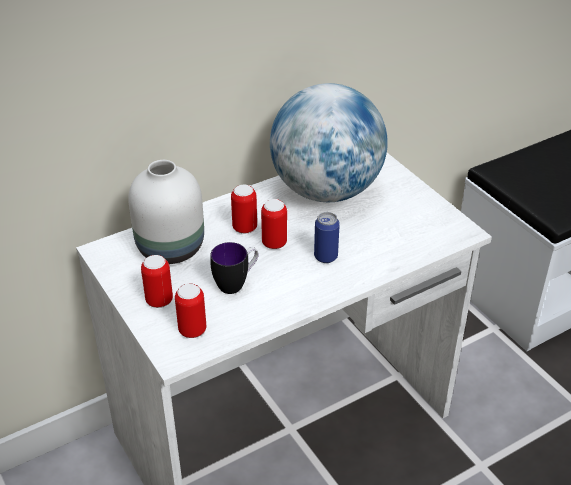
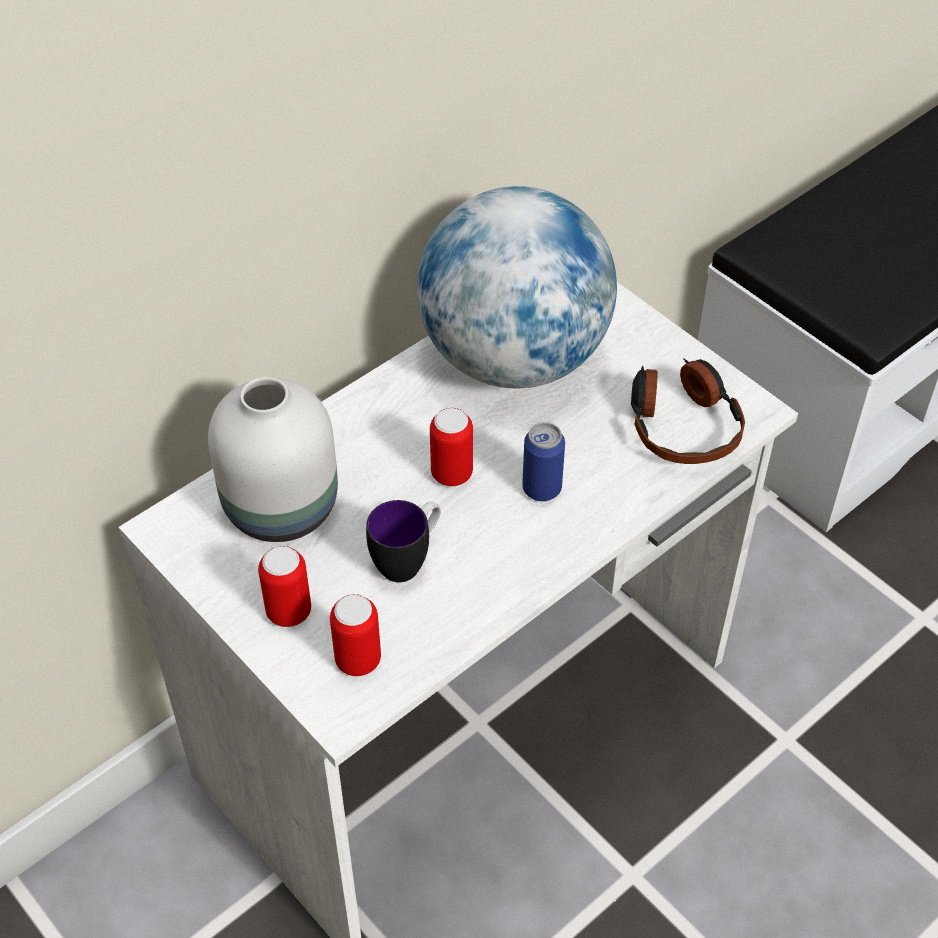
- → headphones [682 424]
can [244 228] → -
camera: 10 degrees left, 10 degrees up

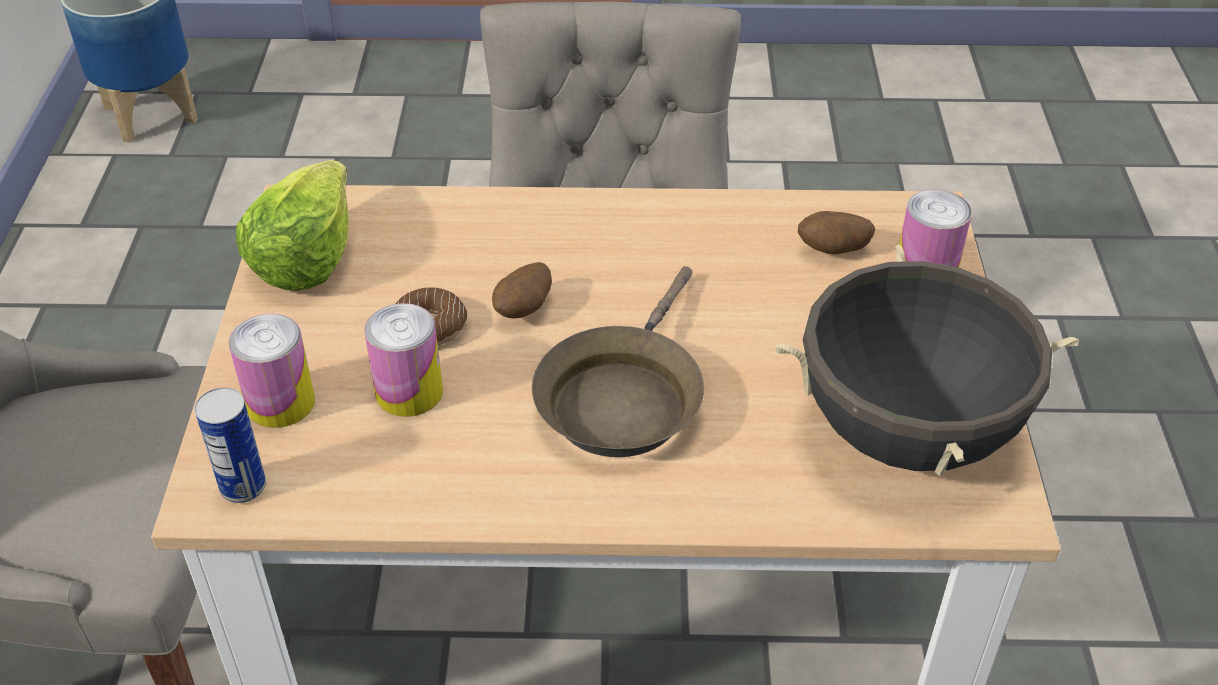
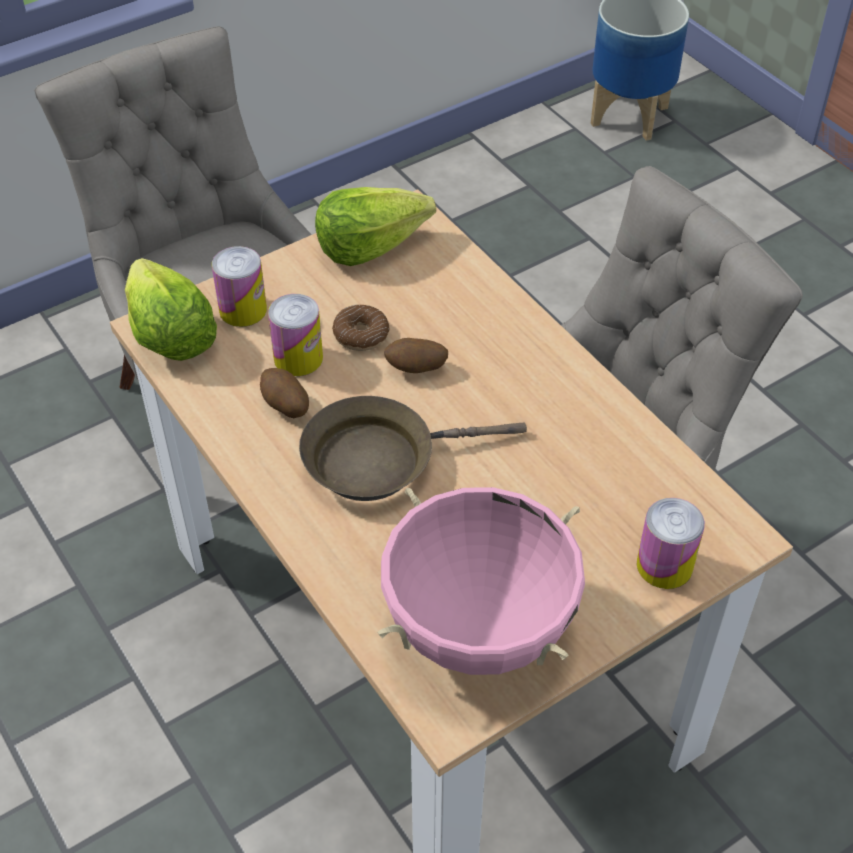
can [243 487] → lettuce [169 334]
potato [833 251] → potato [285 406], shifted
black cooking pot [906 432] → pink cooking pot [478 627]
camera: 55 degrees right, 5 degrees up

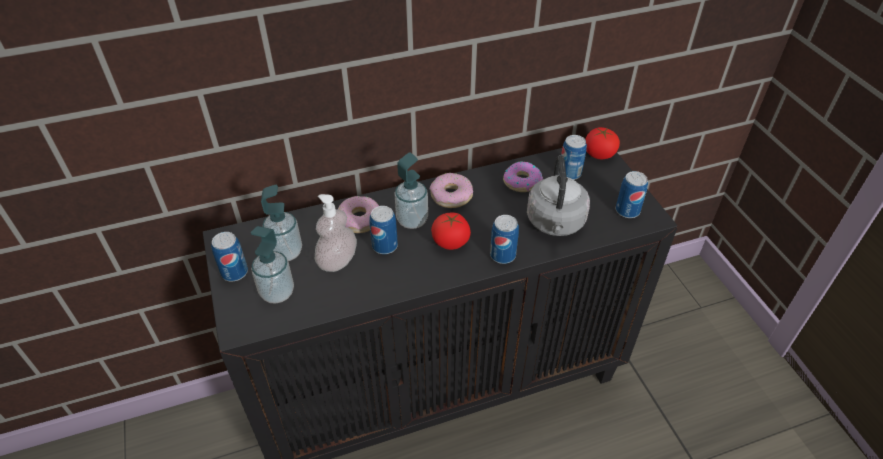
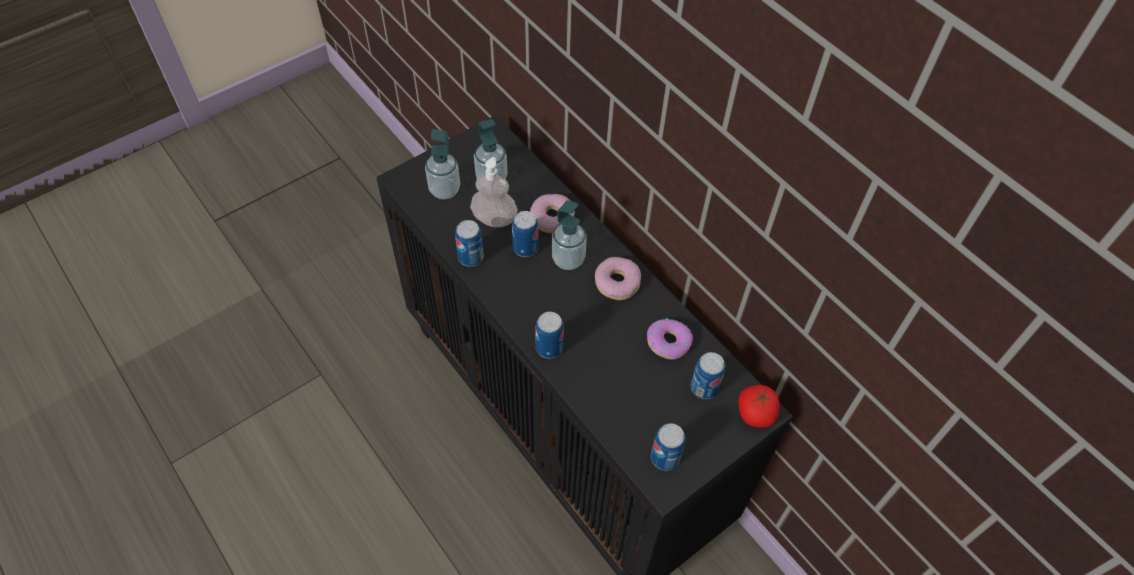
can [234 272] → can [470 257], shifted
tomato [450 242] → -
grey kettle [555 223] → -
camera: 70 degrees right, 10 degrees up

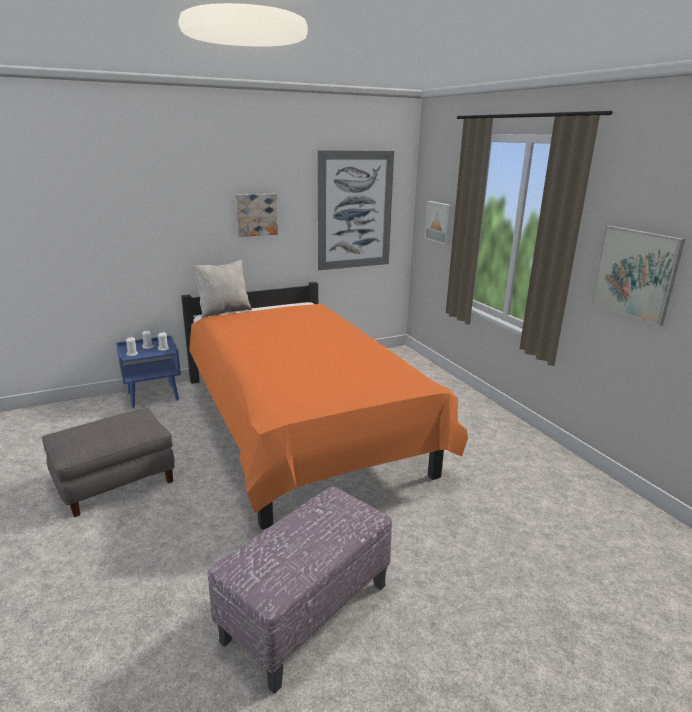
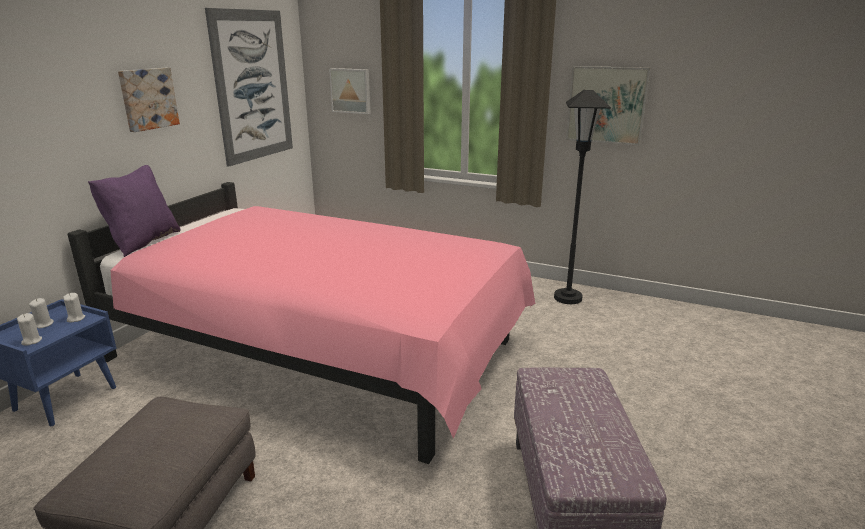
orange bed [300 427] → pink bed [323 353]
beige pillow [224 311] → purple pillow [142 242]
- → black floor lamp [568 298]
camera: 40 degrees left, 0 degrees up

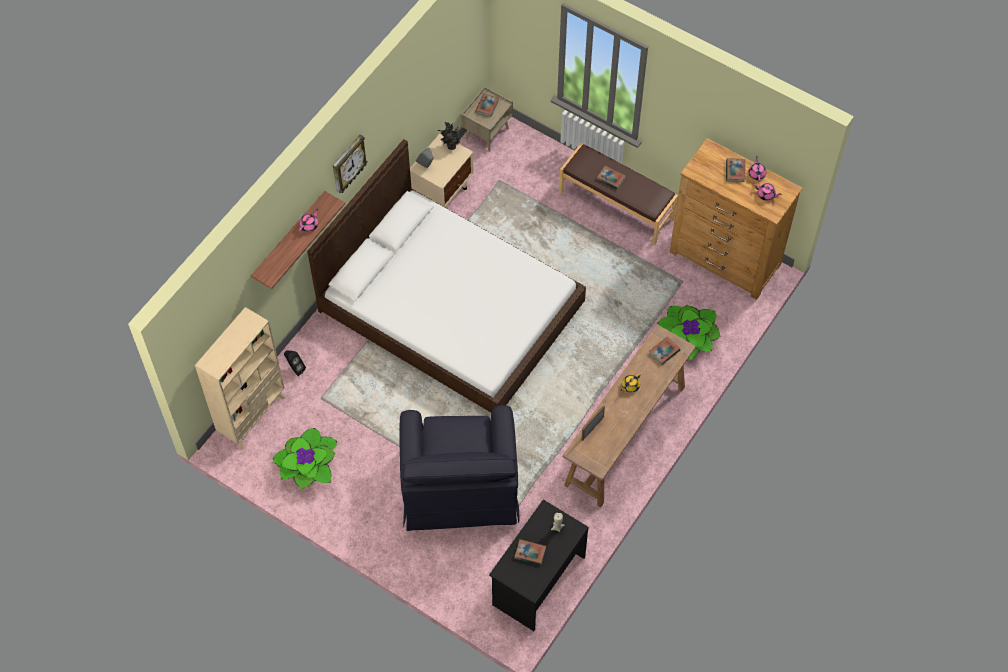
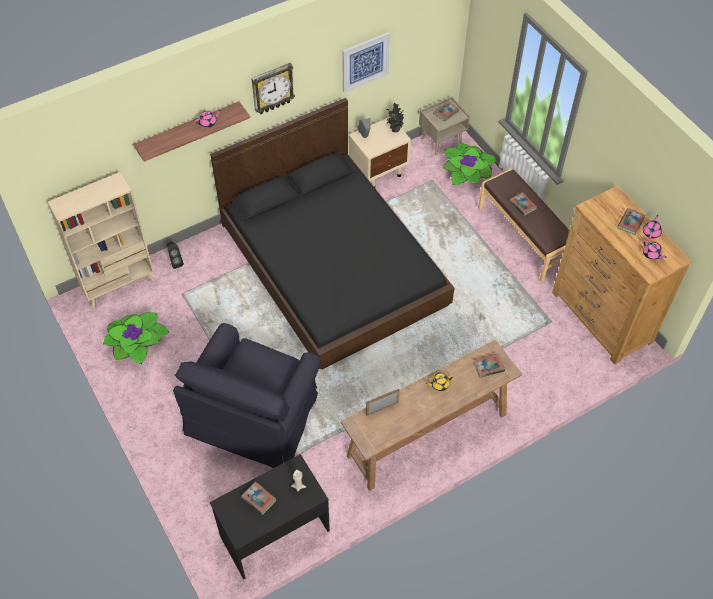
white bed [451 307] → black bed [333 263]
- → picture [365 61]
potted plant [688 338] → potted plant [466 174], shifted
camera: 25 degrees right, 5 degrees down

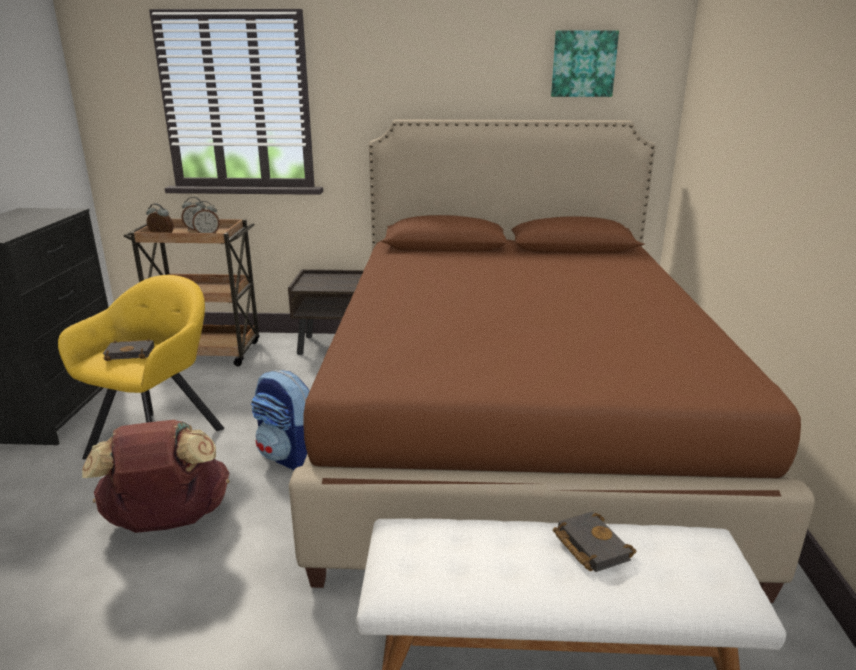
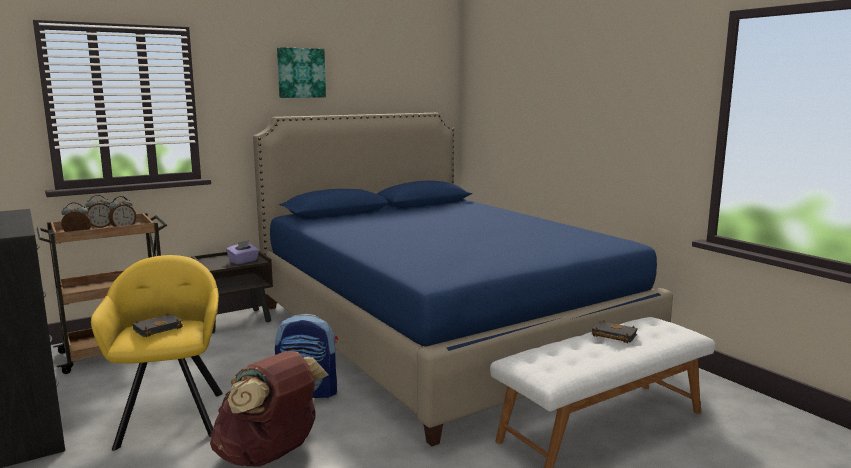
- → purple tissue box [243 261]
brown bed [513 427] → blue bed [440 333]
picture [583 64] → picture [301 73], shifted
camera: 35 degrees left, 10 degrees down

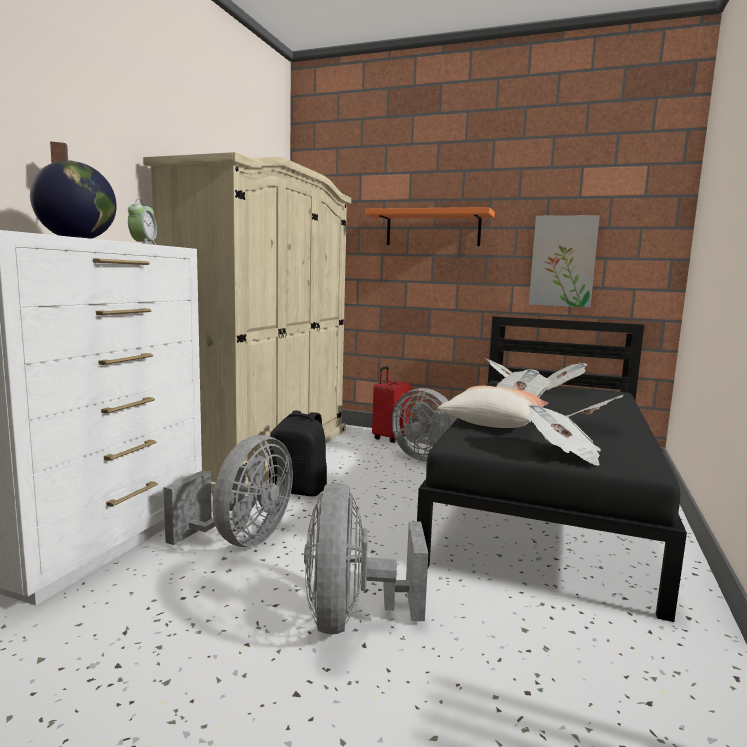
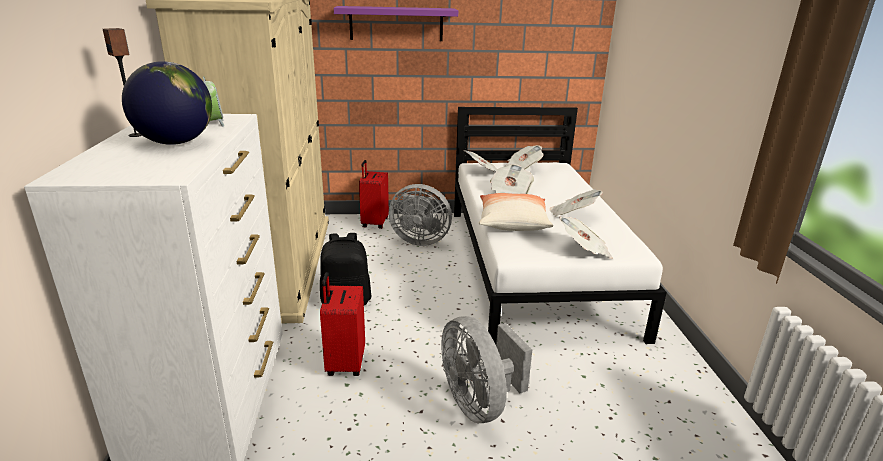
grey fan [241 540] → red suitcase [344 363]
orange shelf [433 229] → purple shelf [396 23]
black bed [547 502] → white bed [534 266]
picture [563 261] → -
camera: 25 degrees left, 15 degrees up

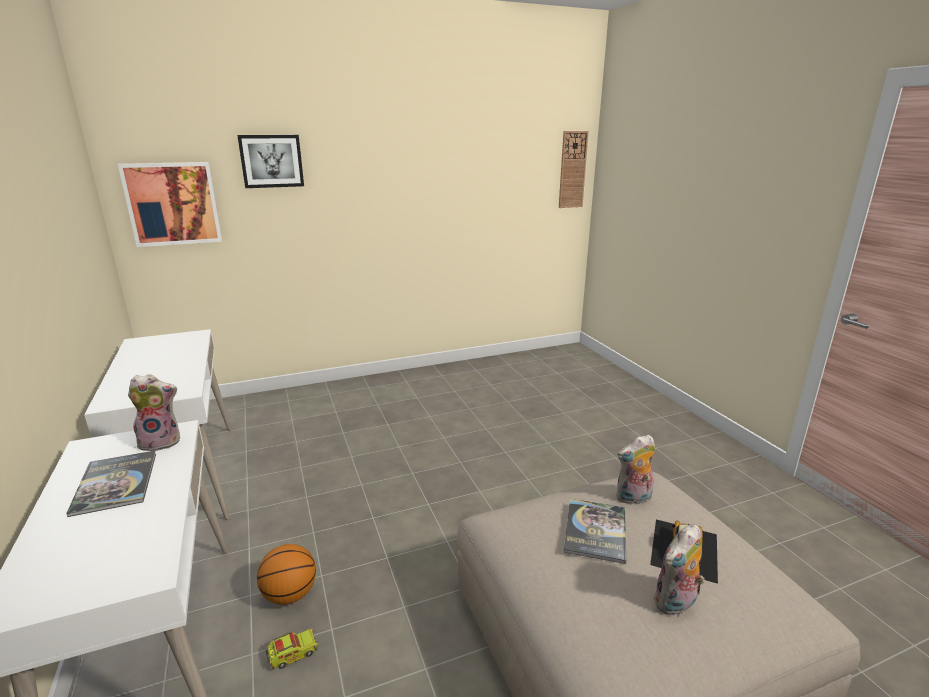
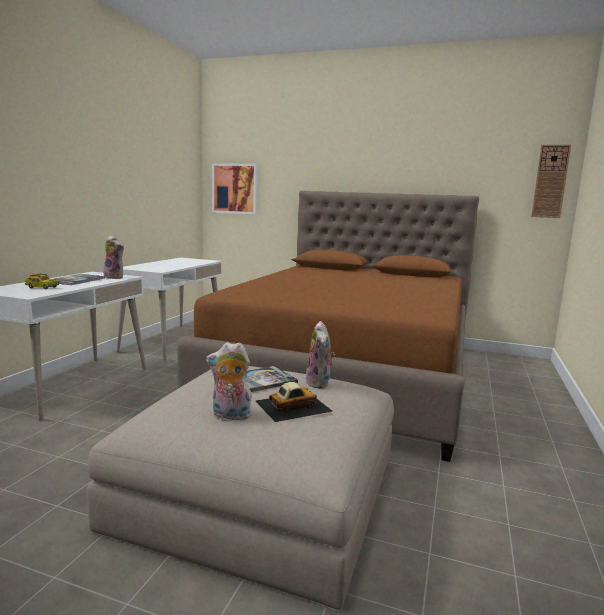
toy truck [292 654] → toy truck [42 287], shifted
- → brown bed [348 373]
plush toy [633 499] → plush toy [319 383], 120 degrees counterclockwise
picture [271 161] → -
basketball [290 594] → -
camera: 40 degrees right, 10 degrees down

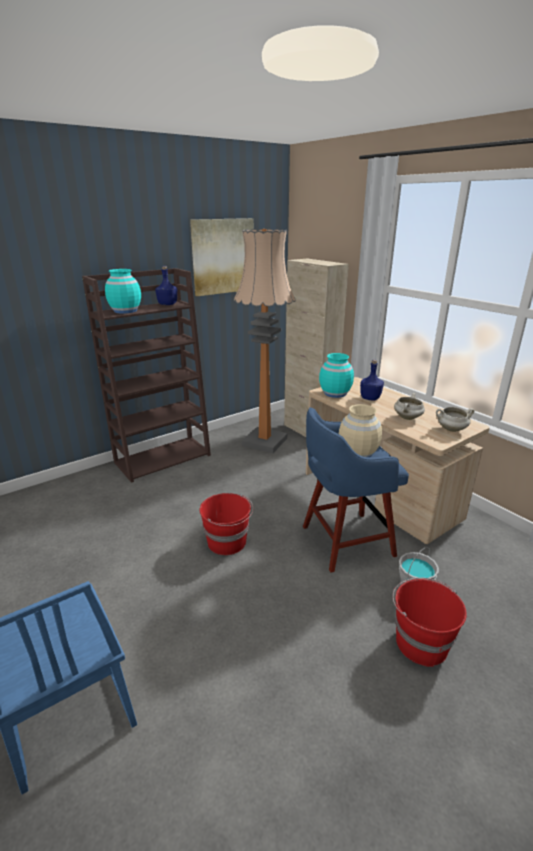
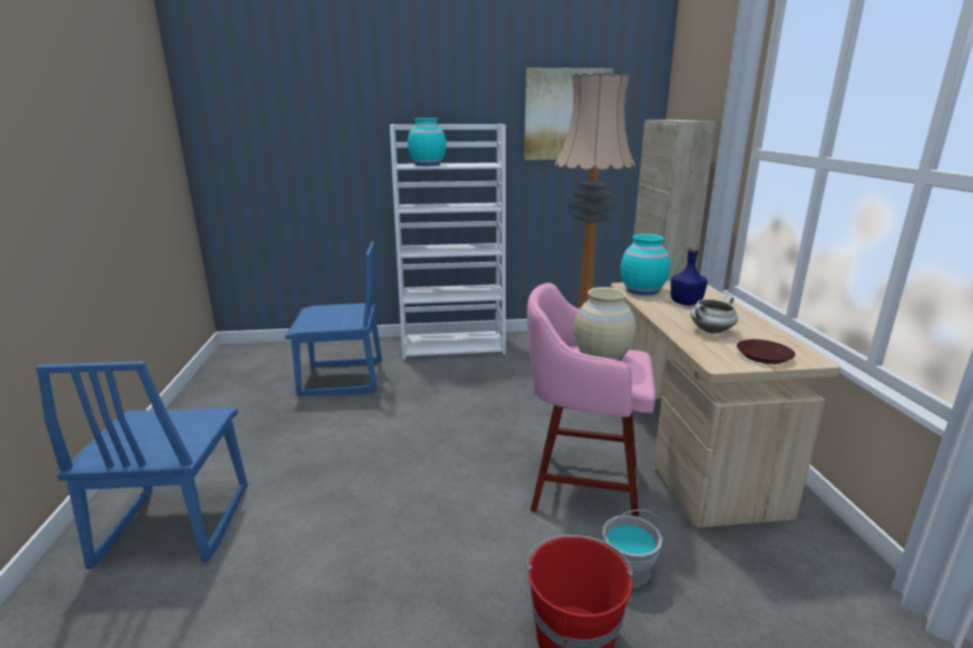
- → blue chair [342 379]
brown bookcase [163 458] → white bookcase [454 345]
blue stool [344 541] → pink stool [581 485]
white cooking pot [451 430] → brown plate [763 356]
blue bottle [167 304] → -
red bucket [227 542] → -
camera: 30 degrees right, 5 degrees down

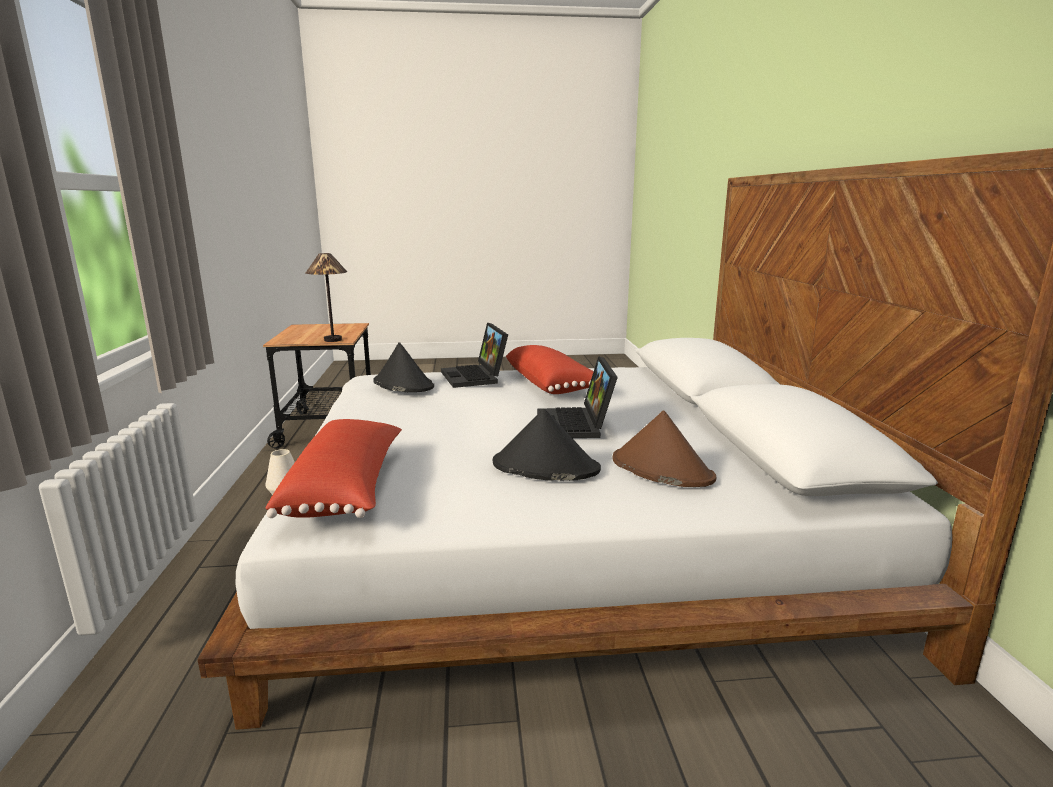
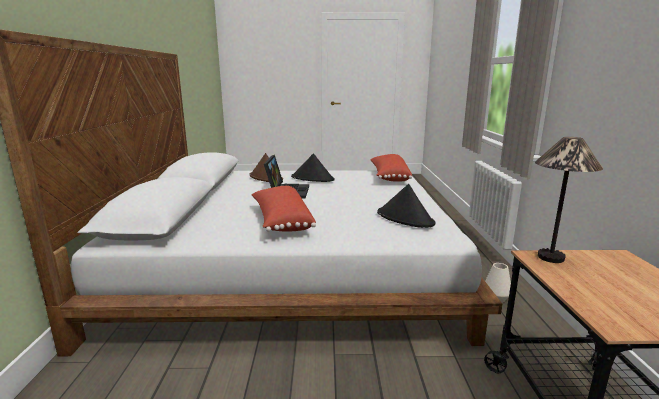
laptop [476 377] → -
camera: 175 degrees left, 0 degrees up

